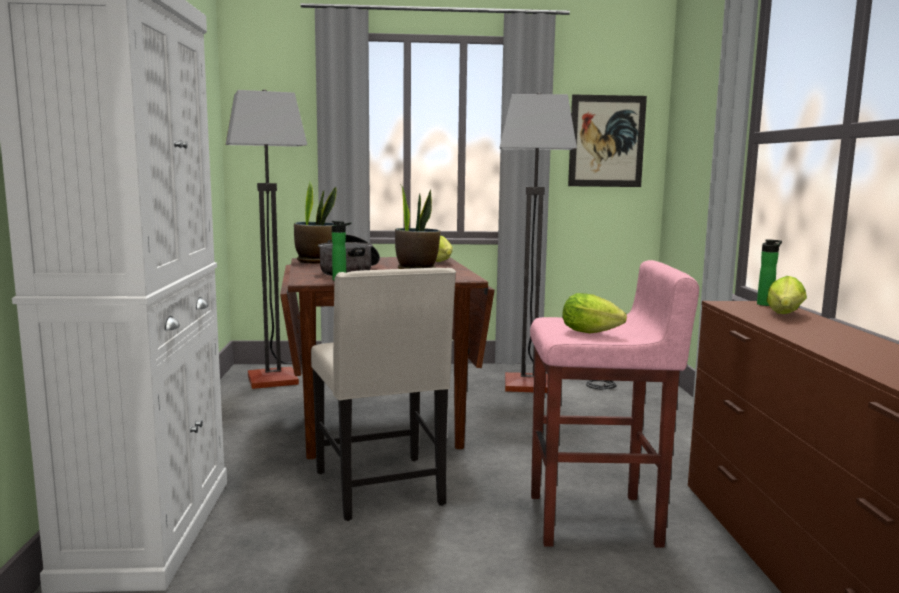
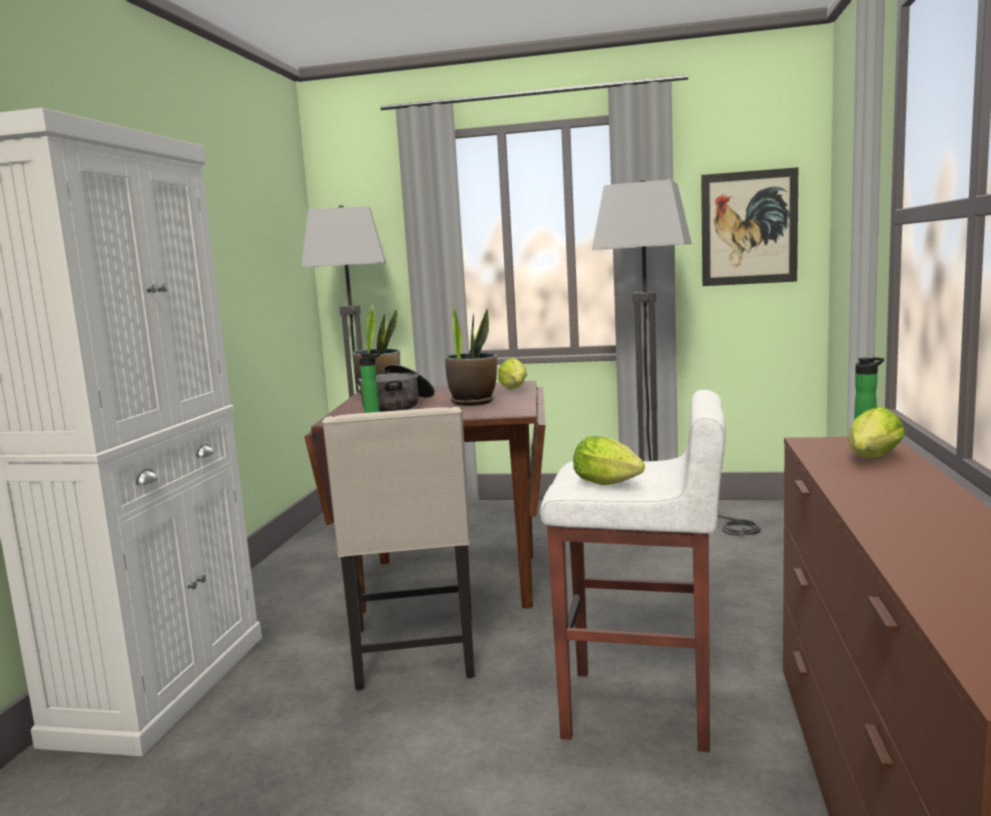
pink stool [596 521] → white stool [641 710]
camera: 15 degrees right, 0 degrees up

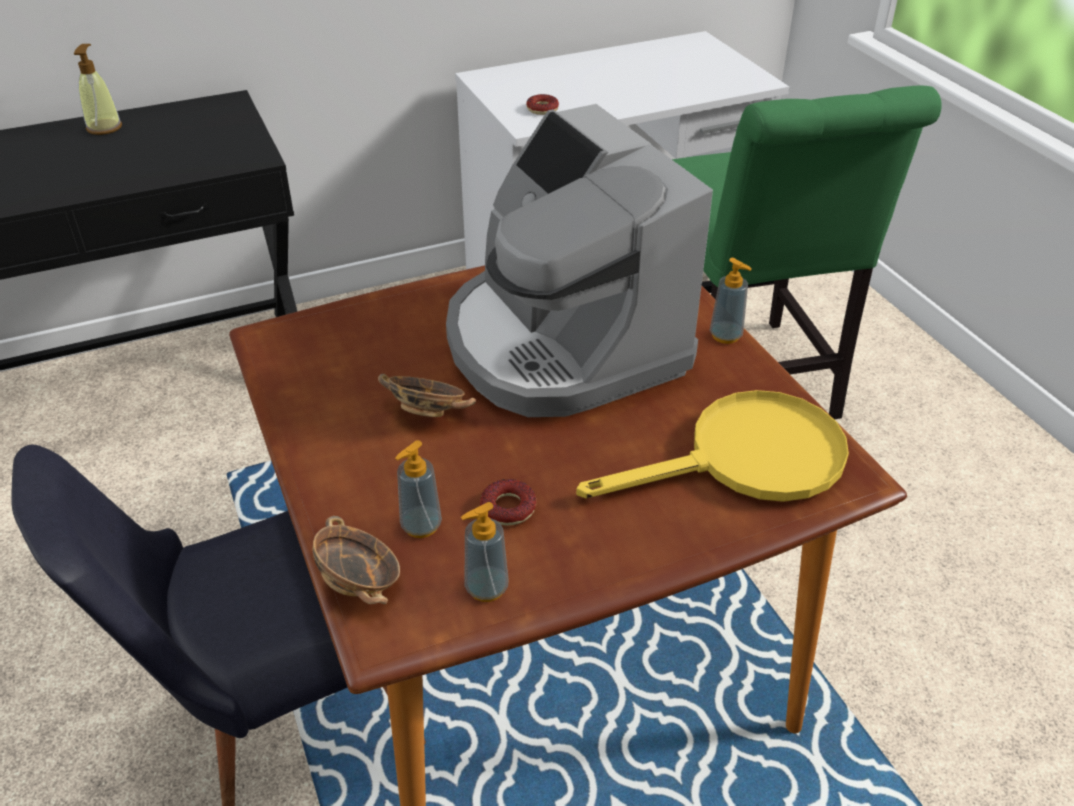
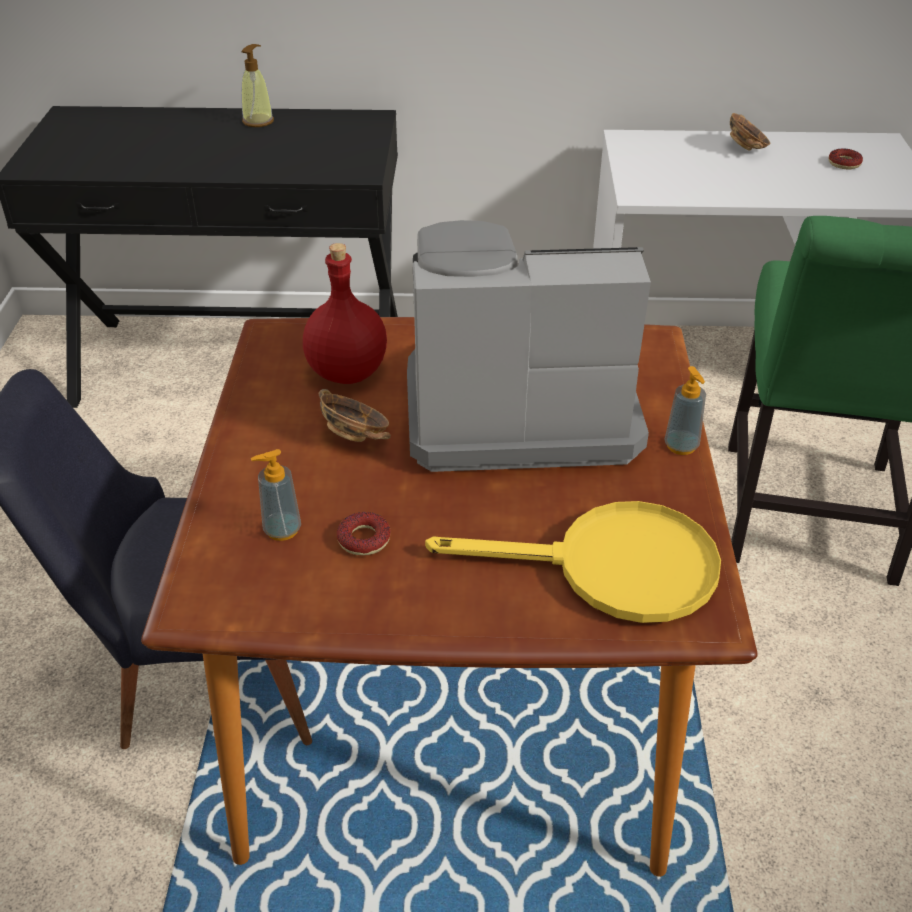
- → red bottle [348 372]
coffee machine [561 344] → coffee machine [515 409], 90 degrees clockwise
bowl [360 582] → bowl [747 148], shifted
donut [542 109] → donut [844 163], shifted
soap dispenser [486 588] → -
camera: 25 degrees right, 0 degrees up

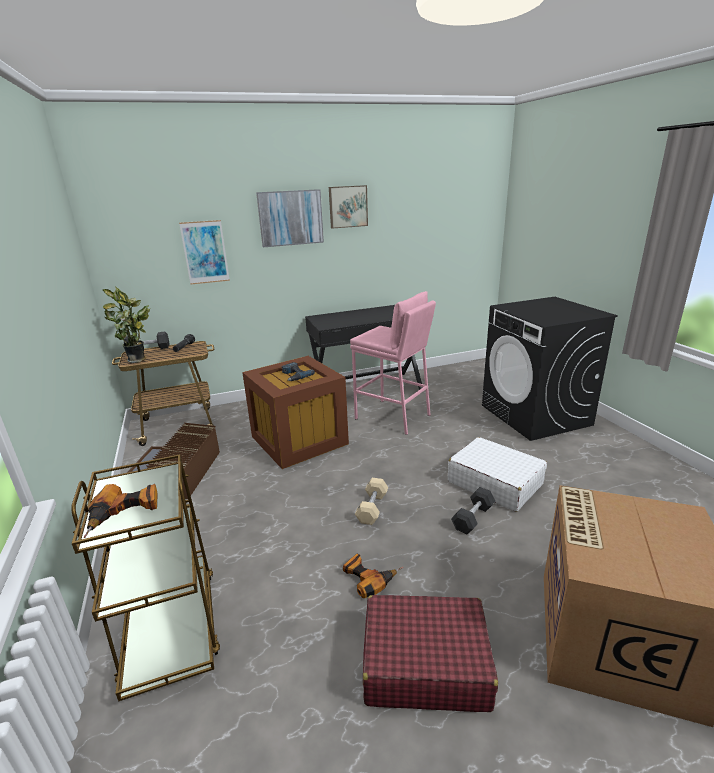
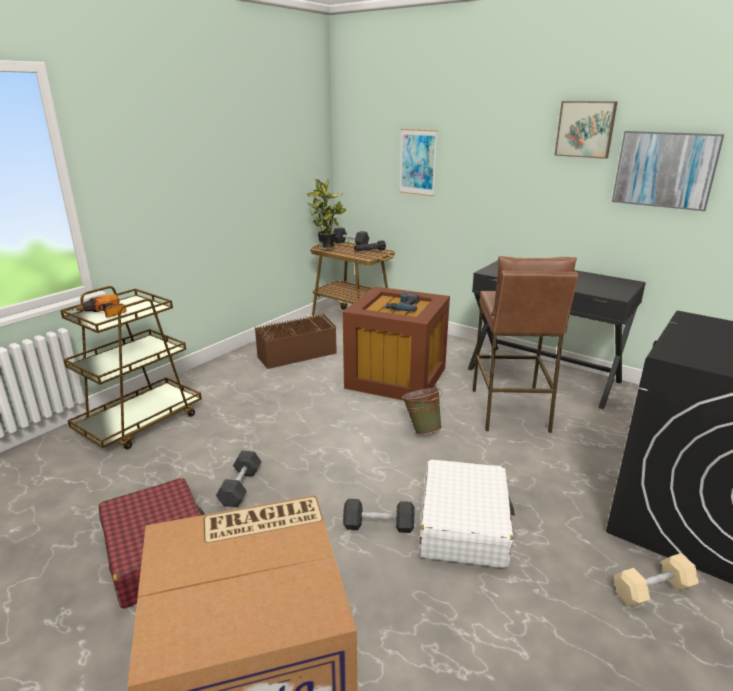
power drill [369 577] → black dumbbell [240 487]
- → green bucket [421 429]
pink stool [393 417] → brown stool [510 410]
picture [290 218] → picture [664 170], shifted
beige dumbbell [372 508] → beige dumbbell [652 590], shifted
camera: 55 degrees right, 0 degrees up

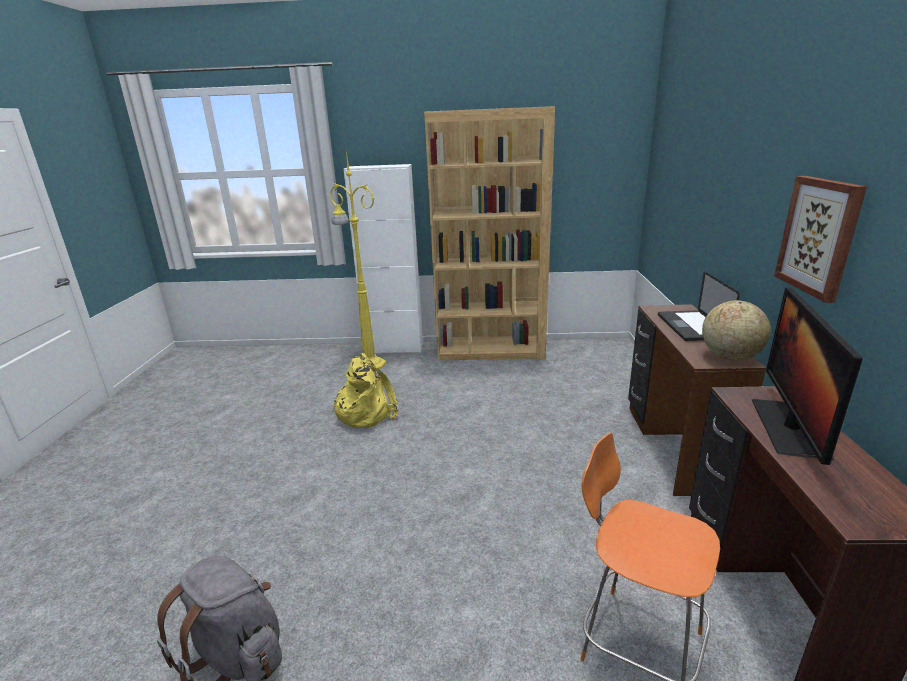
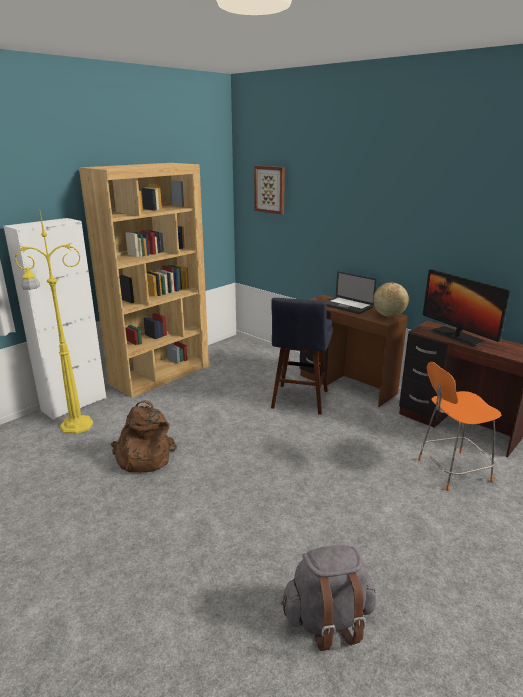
yellow backpack [366 412] → brown backpack [143 457]
picture [819 236] → picture [270 189], shifted
- → blue stool [299 401]
camera: 50 degrees left, 0 degrees up

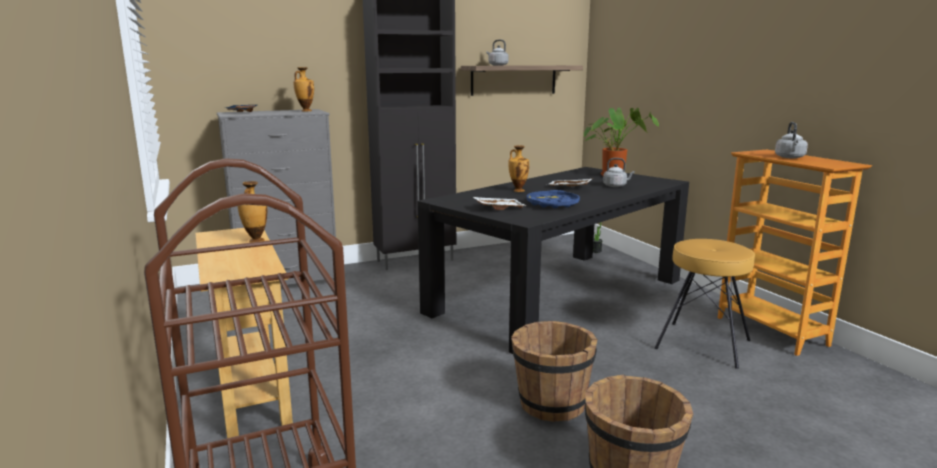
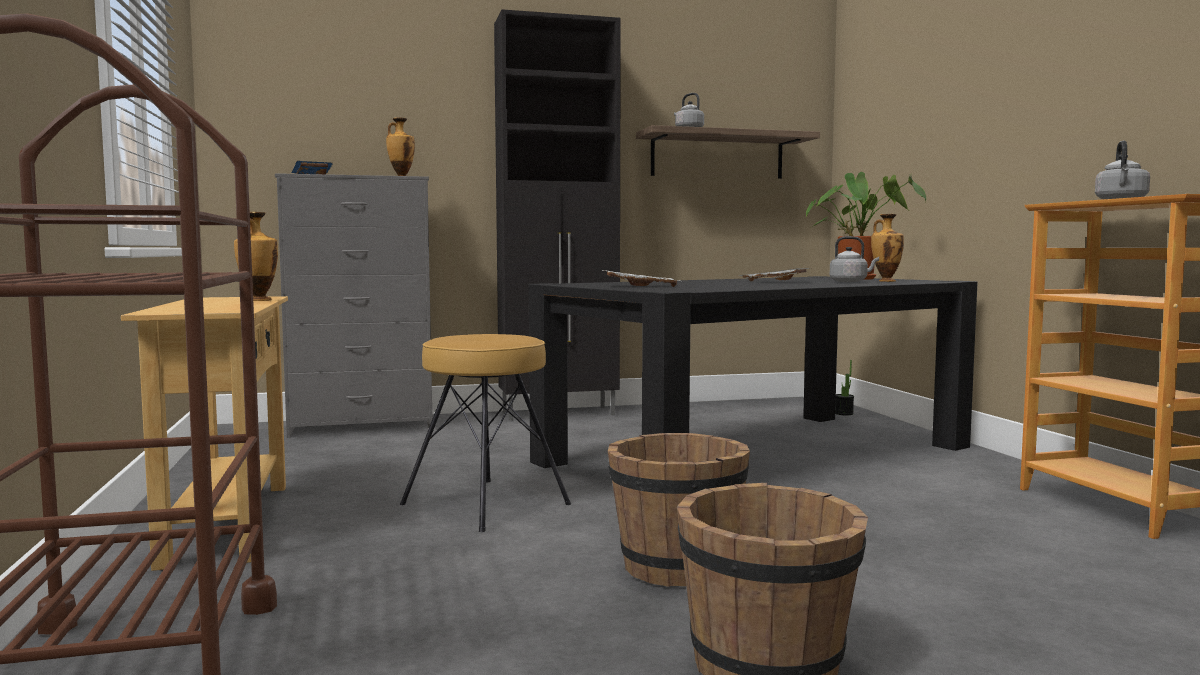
brown stool [702 344] → brown stool [486 503], shifted
vase [518 190] → vase [886 281], shifted
blue tray [552 204] → -
camera: 10 degrees right, 10 degrees down

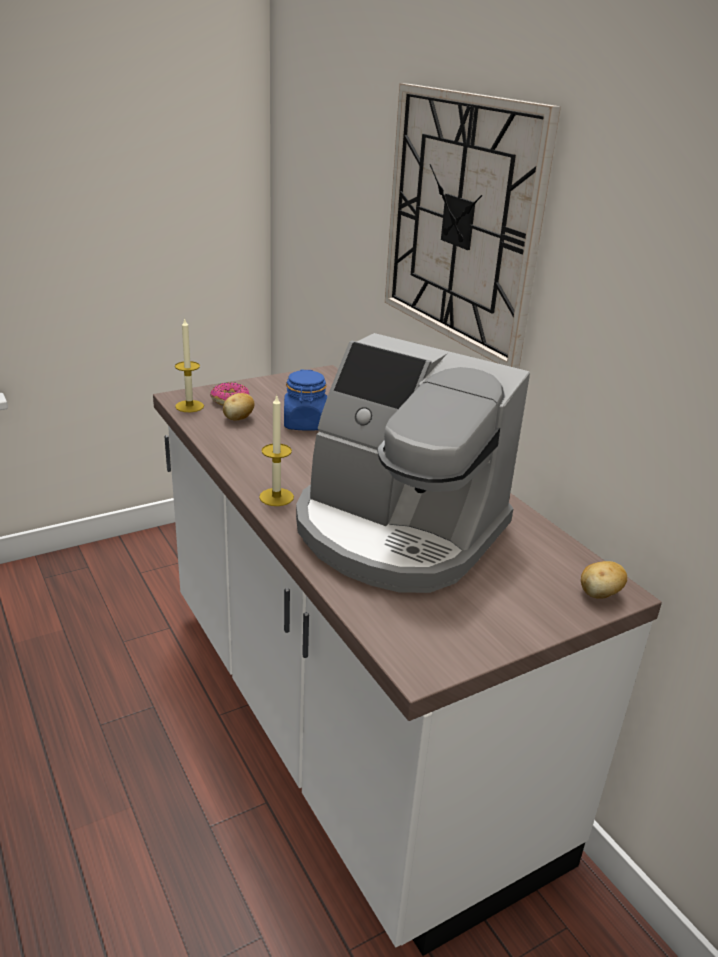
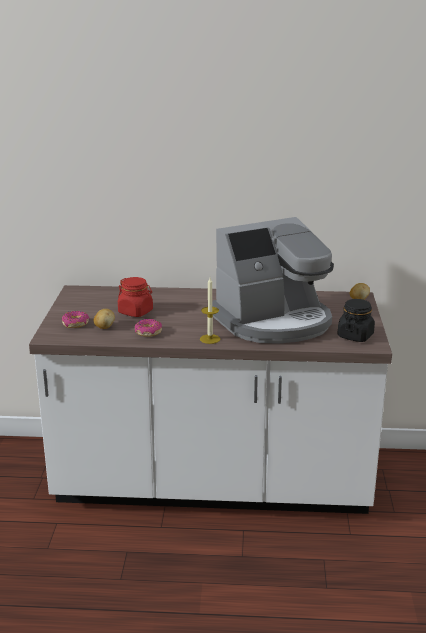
blue jar [305 424] → red jar [136 312]
- → donut [148 332]
- → black jar [355 336]
candle [189 406] → -
wall clock [461 221] → -
camera: 55 degrees left, 5 degrees down

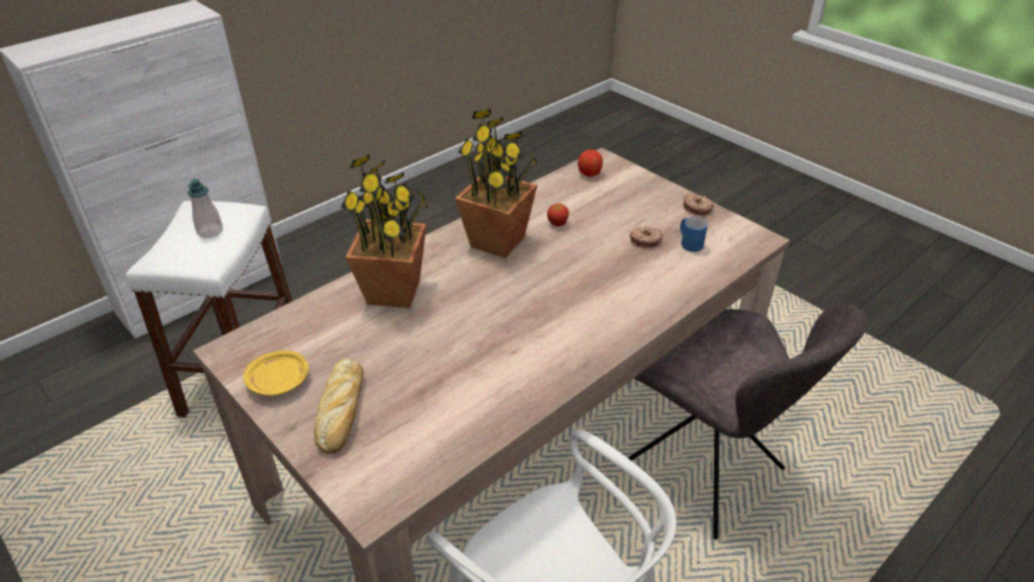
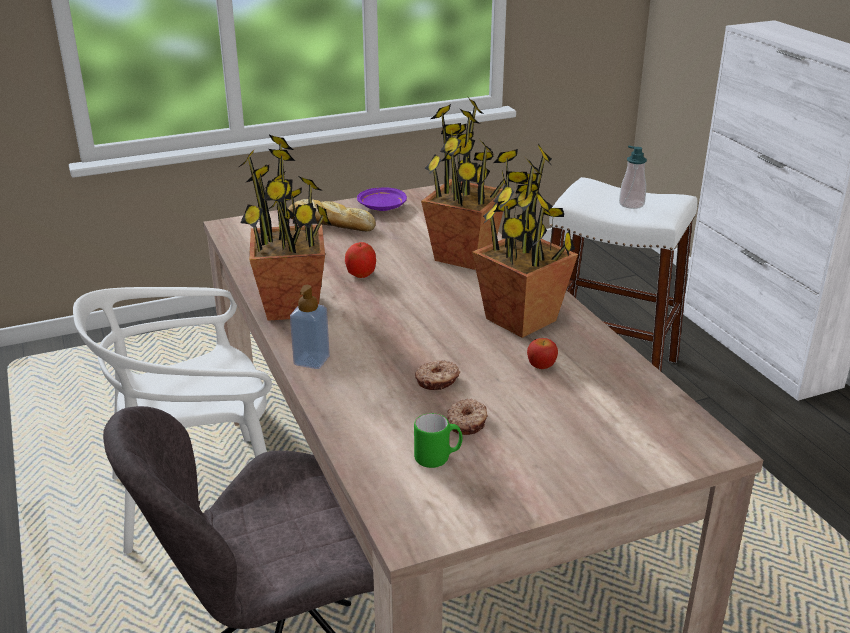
- → potted plant [293 307]
- → soap dispenser [311 360]
apple [589 174] → apple [361 274], shifted
yellow plate [279 381] → purple plate [382 207]
blue mug [689 244] → green mug [438 458]
donut [697 208] → donut [437 381], shifted
camera: 110 degrees right, 10 degrees down

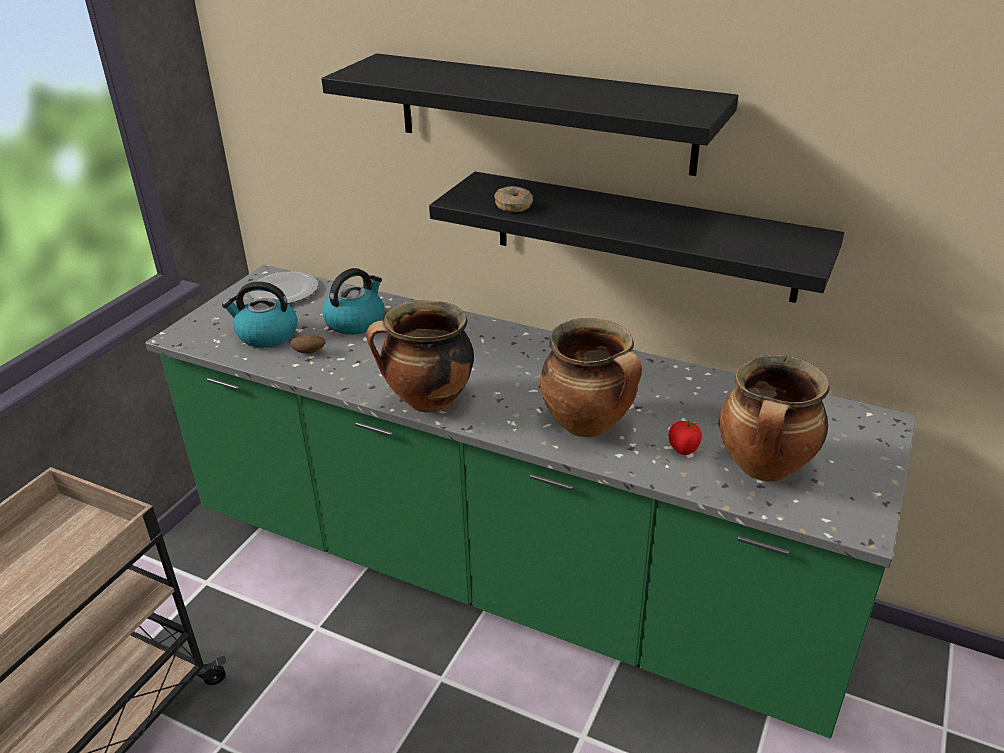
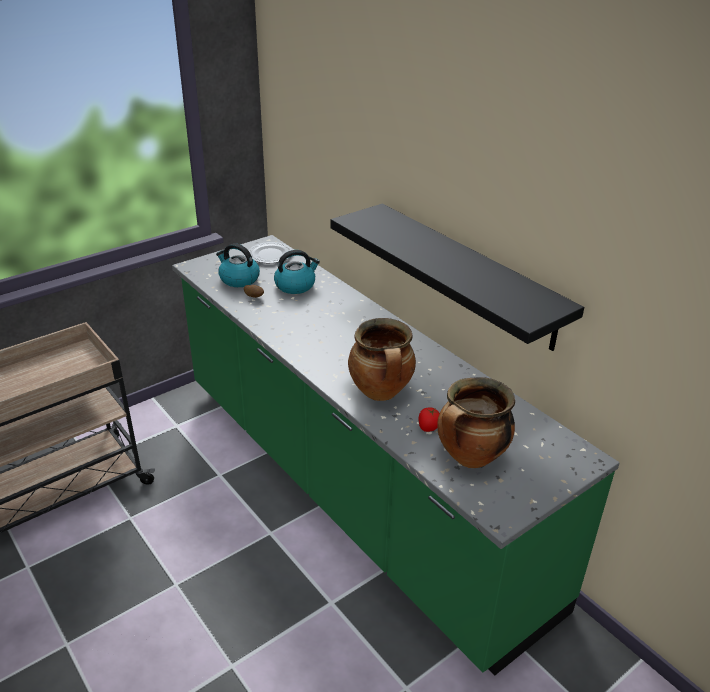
black shelf [542 113] → -
cooking pot [428 401] → -
donut [514 206] → -
camera: 25 degrees right, 0 degrees up

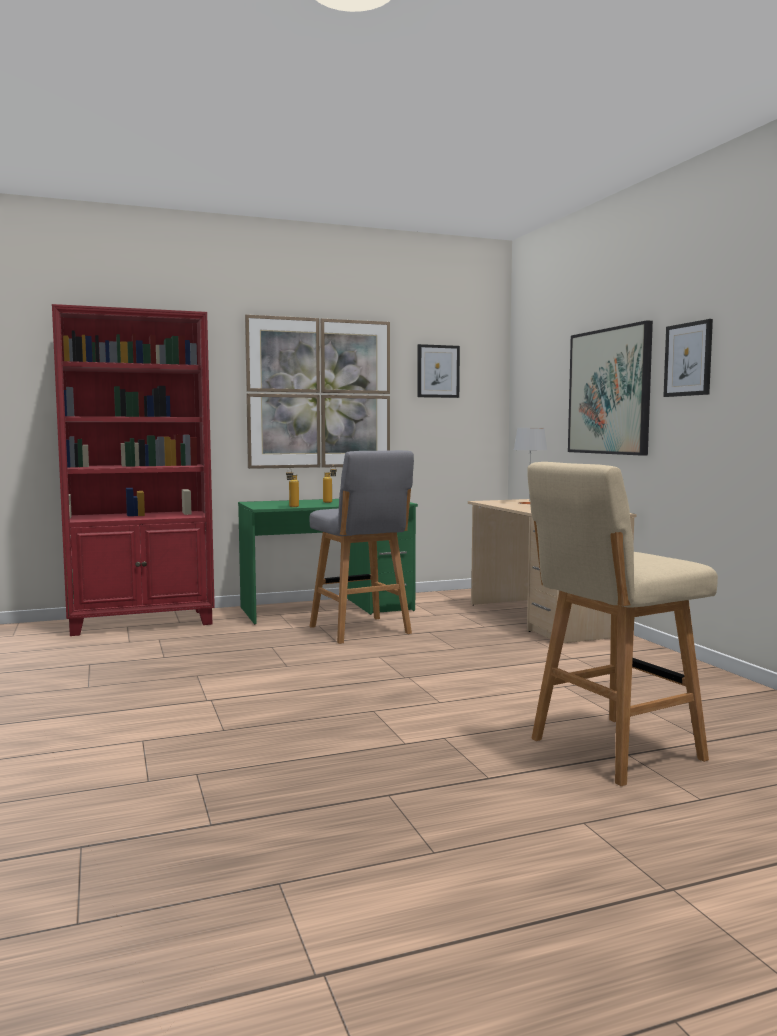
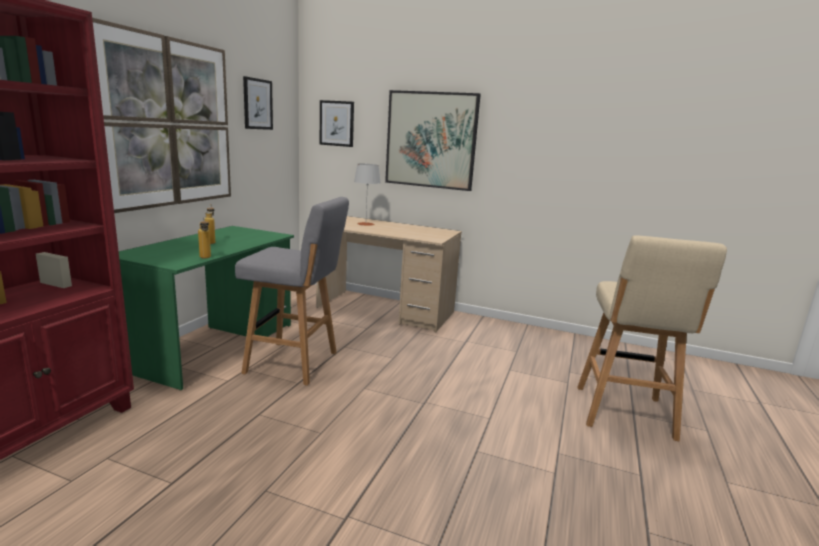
picture [688 359] → picture [336 123], shifted
camera: 50 degrees left, 10 degrees up

